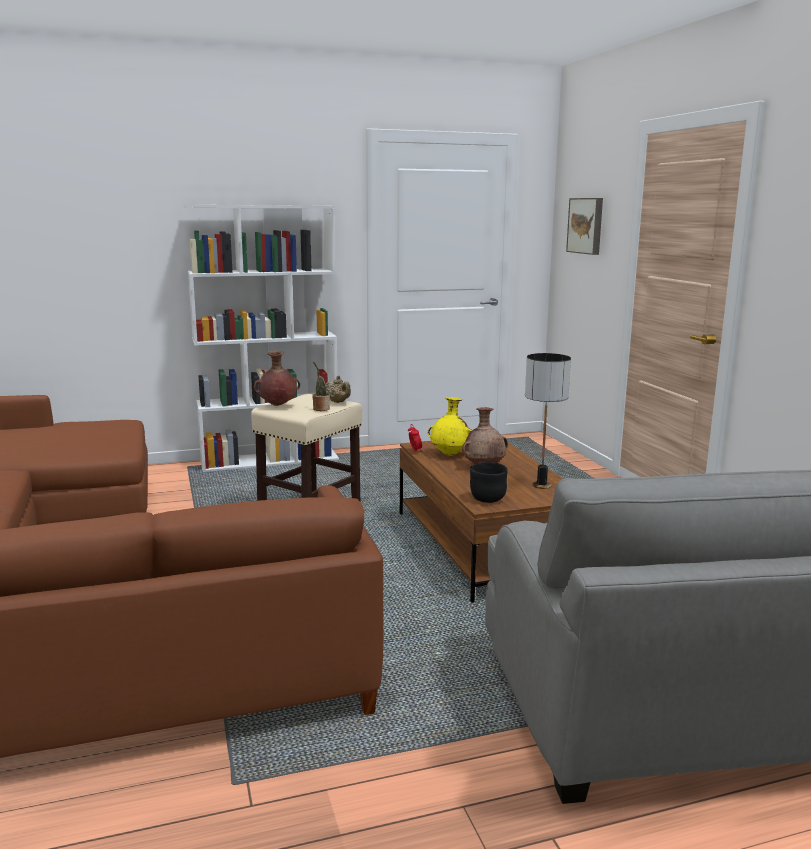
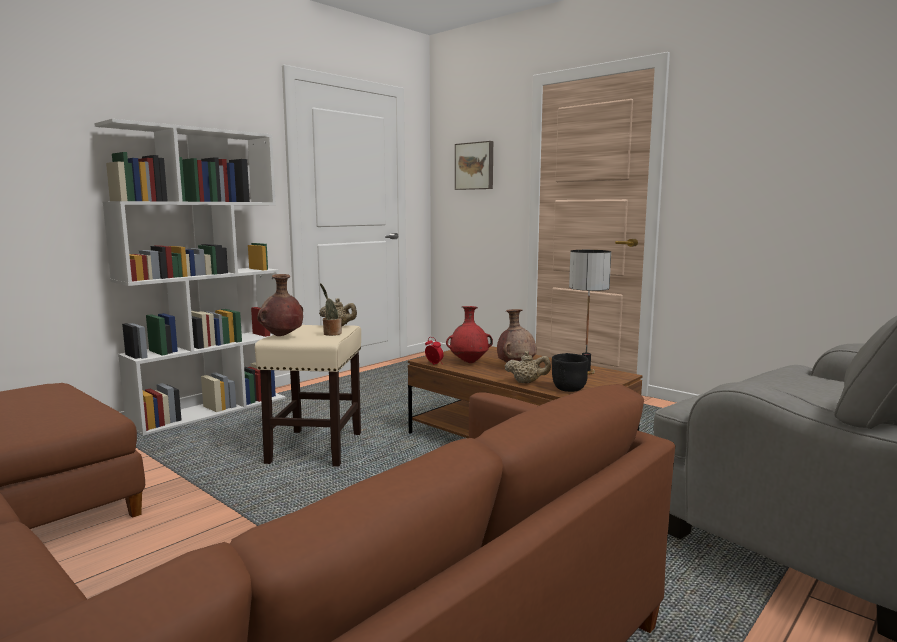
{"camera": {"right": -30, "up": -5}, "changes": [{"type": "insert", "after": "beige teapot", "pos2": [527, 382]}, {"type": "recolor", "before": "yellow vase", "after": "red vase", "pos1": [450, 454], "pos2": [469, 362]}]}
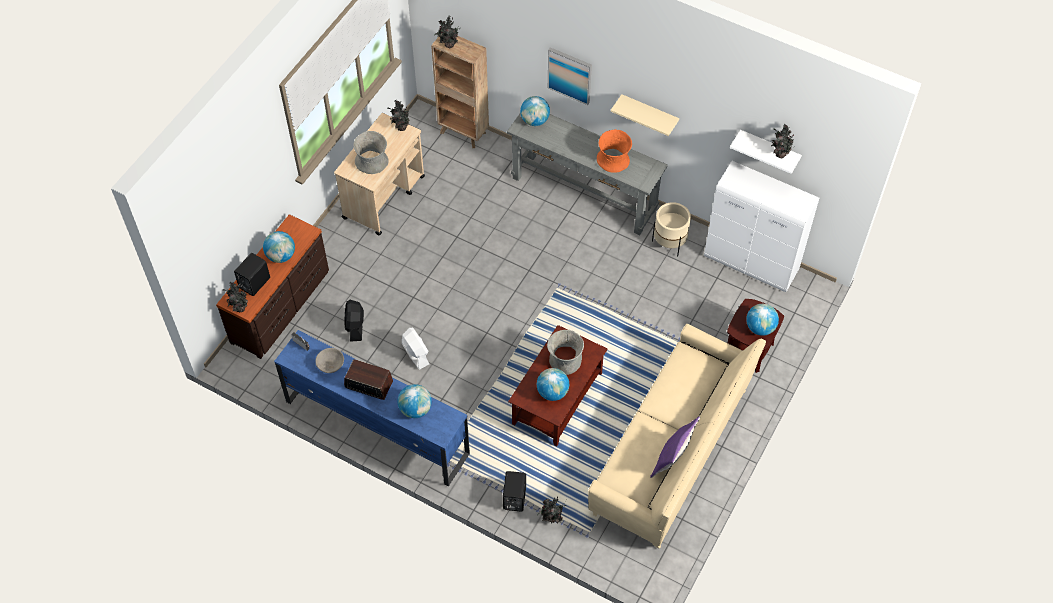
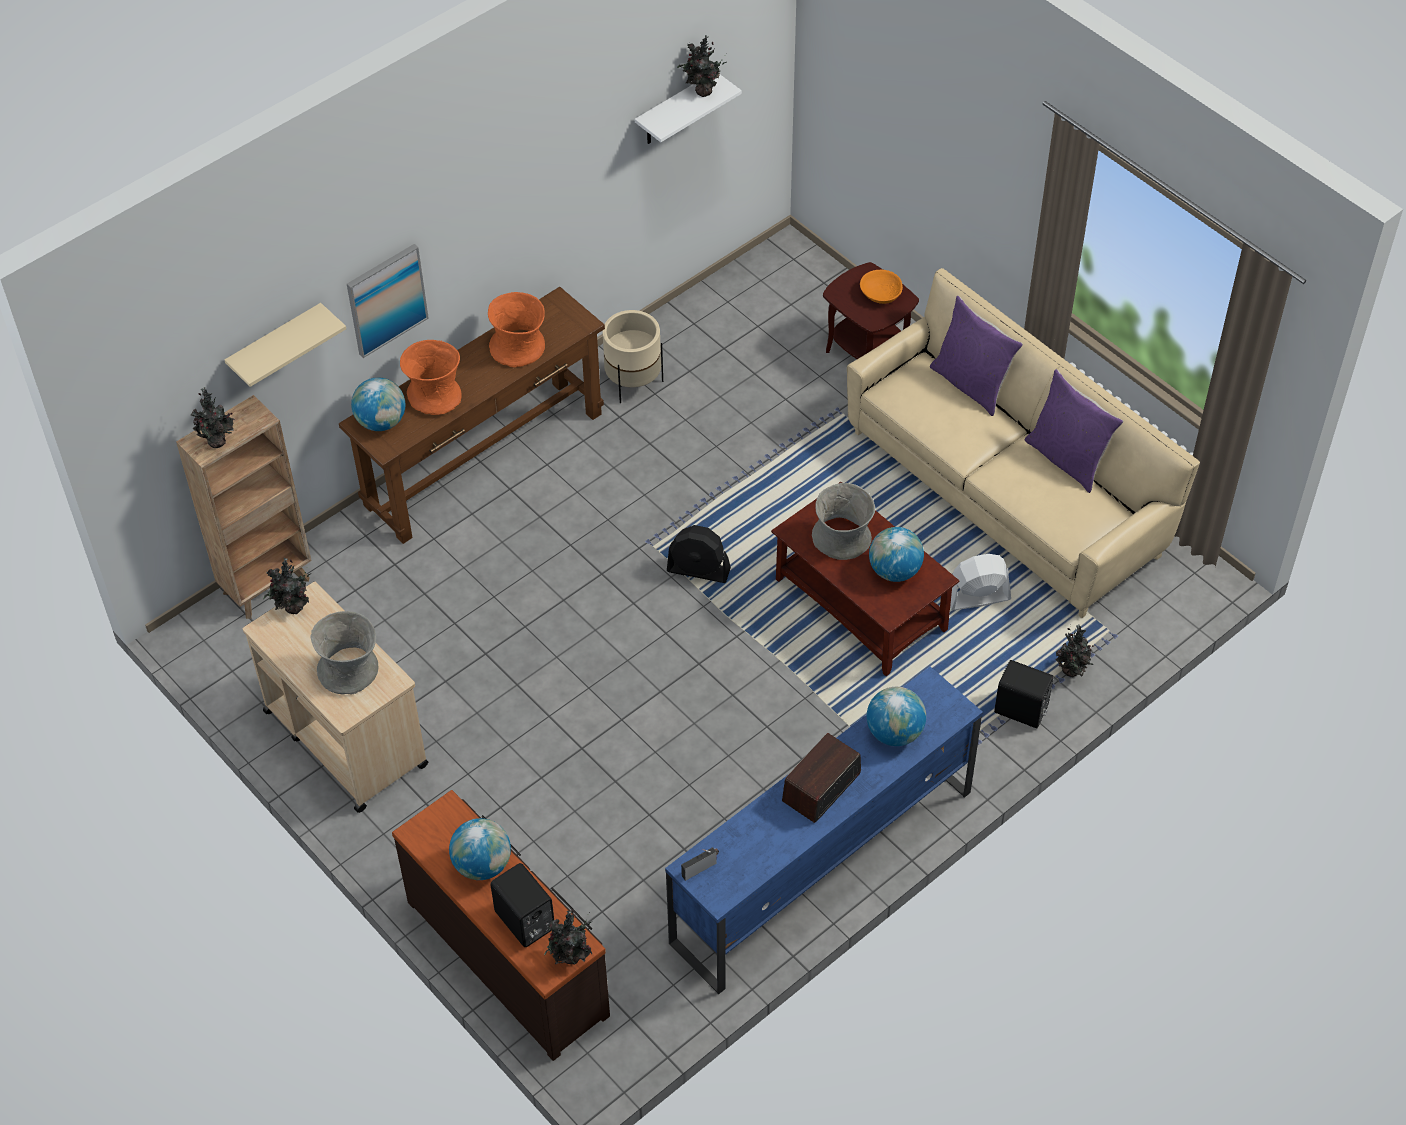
{"camera": {"right": -70, "up": -5}, "changes": [{"type": "delete", "before": "grey bowl", "pos1": [330, 364]}, {"type": "delete", "before": "white cabinet", "pos1": [752, 263]}, {"type": "insert", "after": "orange vase", "pos2": [435, 395]}, {"type": "insert", "after": "purple pillow", "pos2": [971, 384]}, {"type": "move", "before": "black fan", "pos1": [355, 326], "pos2": [698, 570]}, {"type": "move", "before": "white fan", "pos1": [415, 354], "pos2": [978, 597]}, {"type": "move", "before": "beige shelf", "pos1": [649, 114], "pos2": [276, 346]}, {"type": "replace", "before": "globe", "after": "orange bowl", "pos1": [760, 327], "pos2": [880, 293]}, {"type": "recolor", "before": "grey console table", "after": "brown console table", "pos1": [584, 193], "pos2": [484, 459]}]}
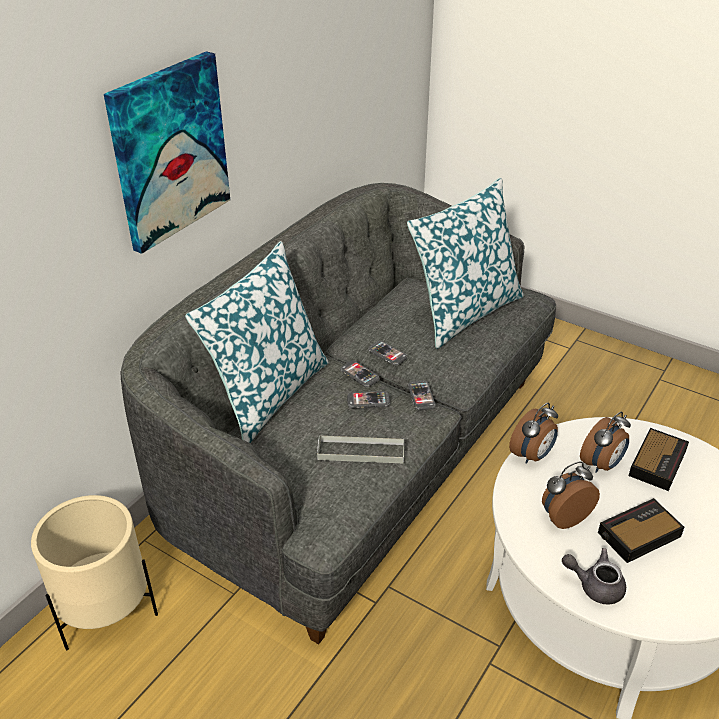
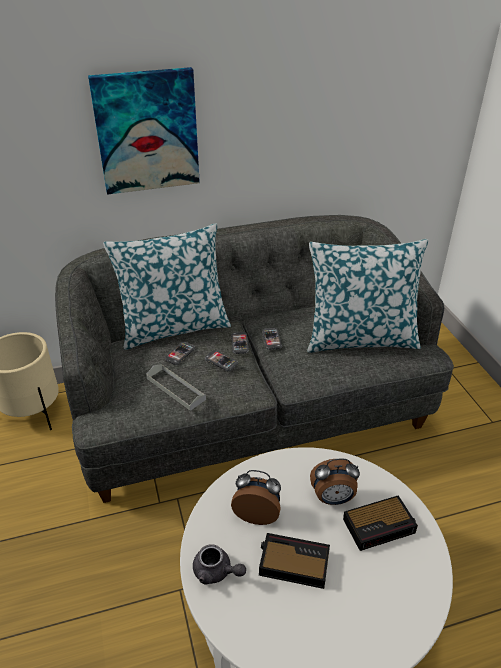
{"camera": {"right": 40, "up": 0}, "changes": [{"type": "delete", "before": "alarm clock", "pos1": [532, 455]}, {"type": "move", "before": "phone", "pos1": [421, 396], "pos2": [180, 354]}, {"type": "rotate", "before": "grey teapot", "pos1": [595, 585], "pos2": [216, 572], "turn": 150}]}
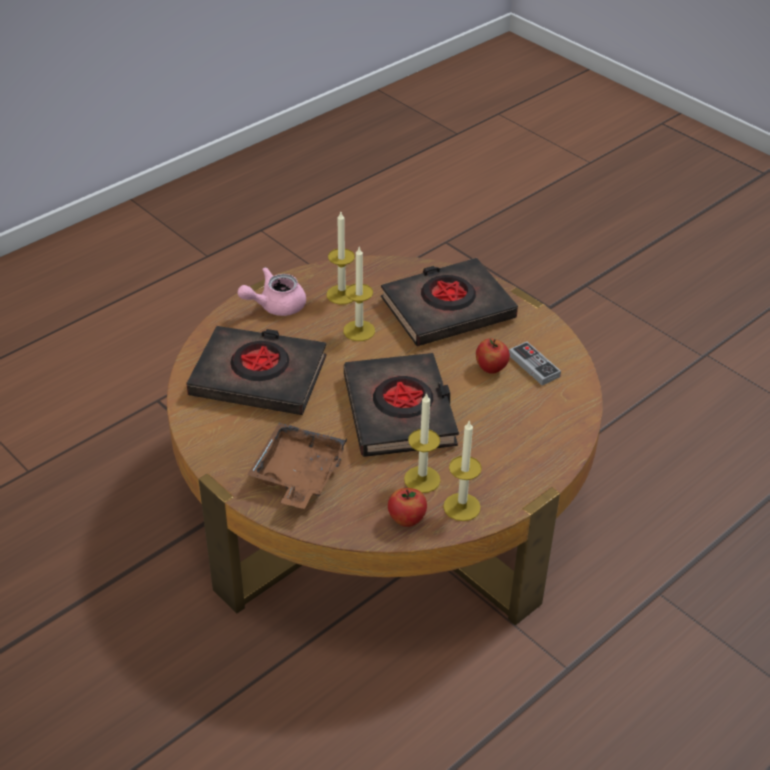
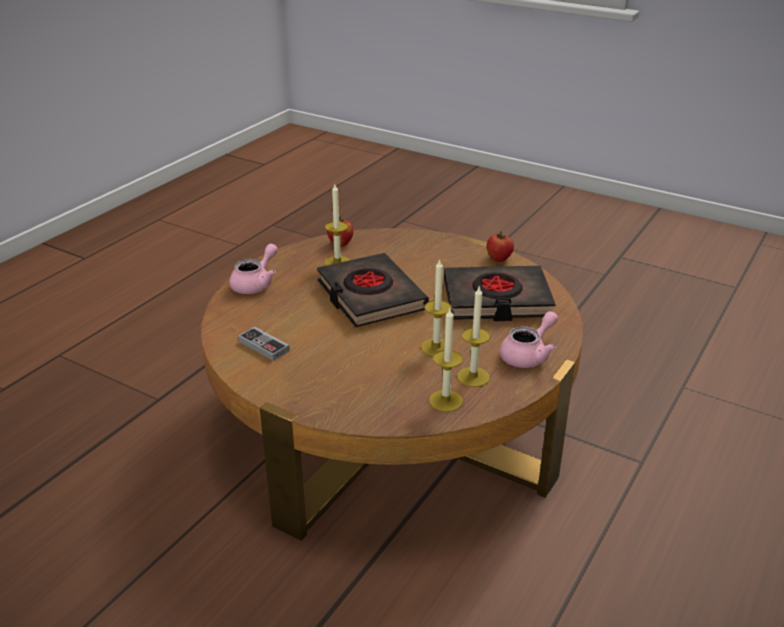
{"camera": {"right": 165, "up": -10}, "changes": [{"type": "delete", "before": "brown tray", "pos1": [298, 475]}, {"type": "delete", "before": "black book", "pos1": [447, 309]}, {"type": "insert", "after": "pink teapot", "pos2": [256, 284]}, {"type": "move", "before": "candle", "pos1": [462, 507], "pos2": [445, 401]}, {"type": "move", "before": "apple", "pos1": [491, 368], "pos2": [499, 259]}]}
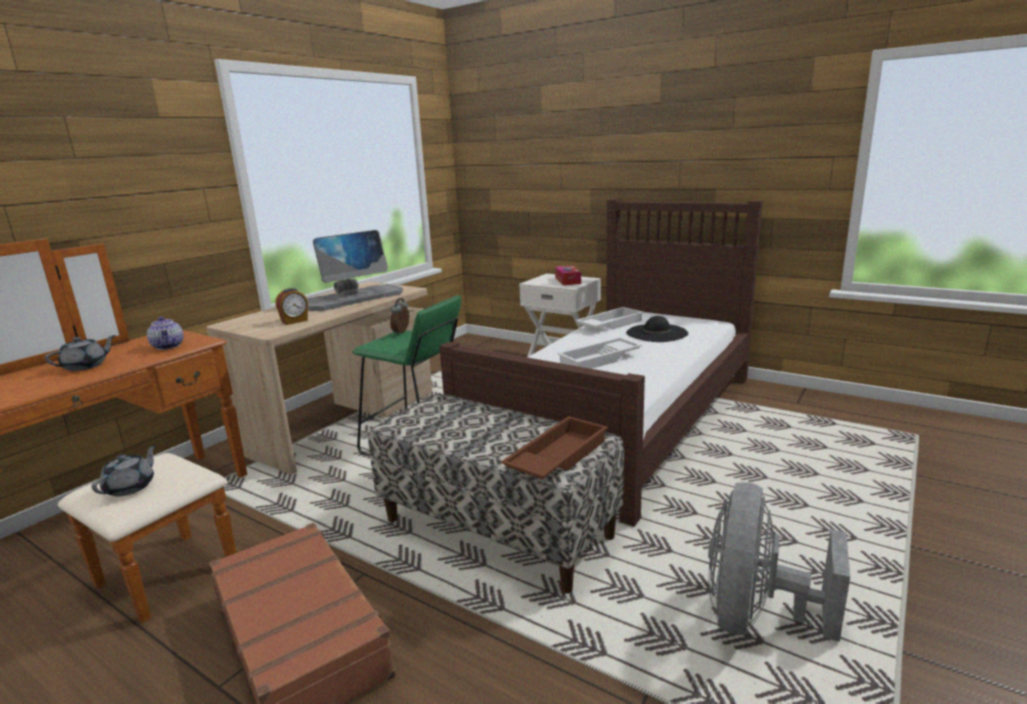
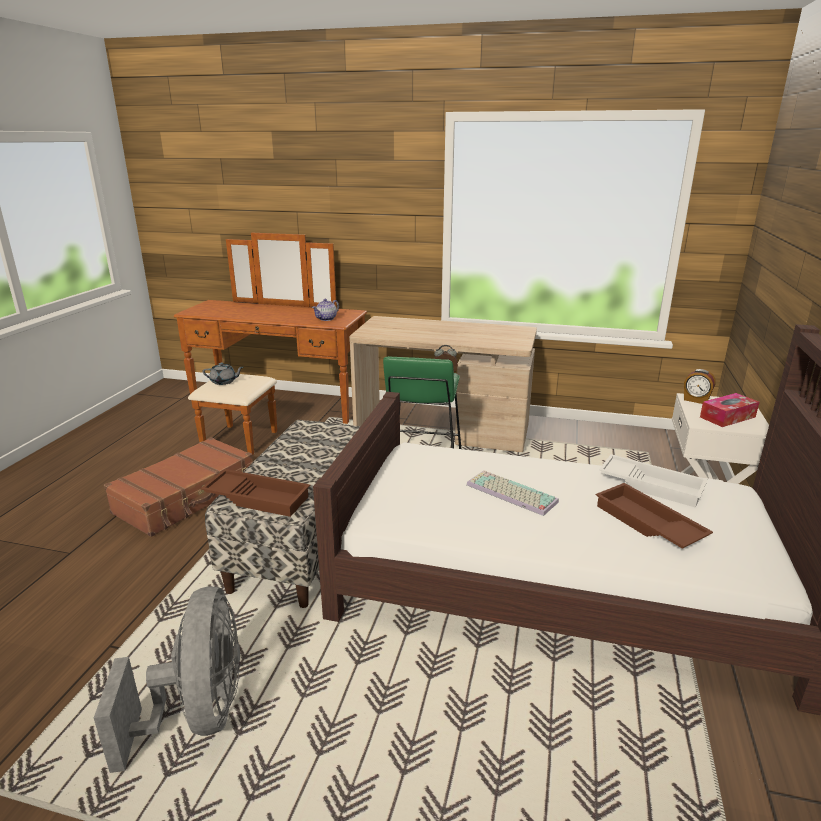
{"camera": {"right": 70, "up": 5}, "changes": [{"type": "delete", "before": "grey teapot", "pos1": [86, 366]}, {"type": "delete", "before": "monitor", "pos1": [354, 298]}, {"type": "move", "before": "alarm clock", "pos1": [295, 321], "pos2": [696, 400]}, {"type": "replace", "before": "white tray", "after": "keyboard", "pos1": [600, 360], "pos2": [509, 493]}, {"type": "replace", "before": "black hat", "after": "brown tray", "pos1": [656, 333], "pos2": [647, 524]}, {"type": "rotate", "before": "grey fan", "pos1": [756, 616], "pos2": [199, 714], "turn": 75}]}
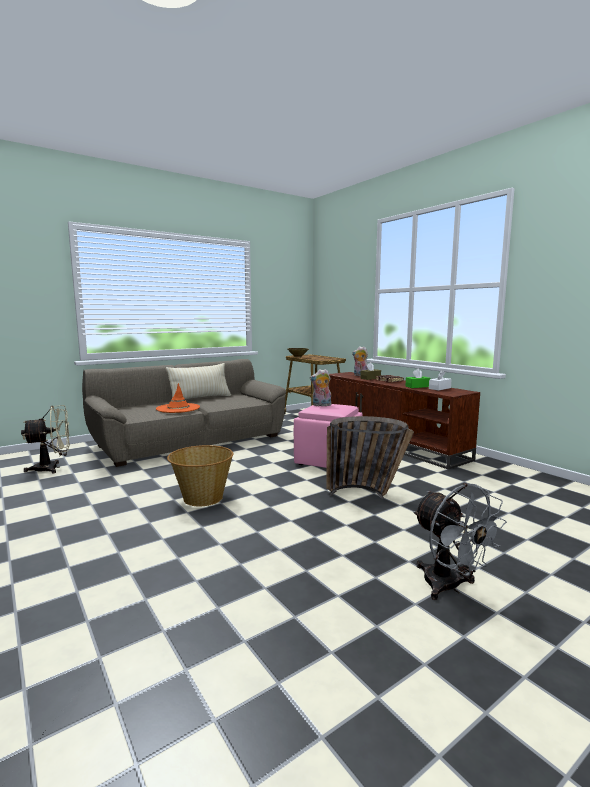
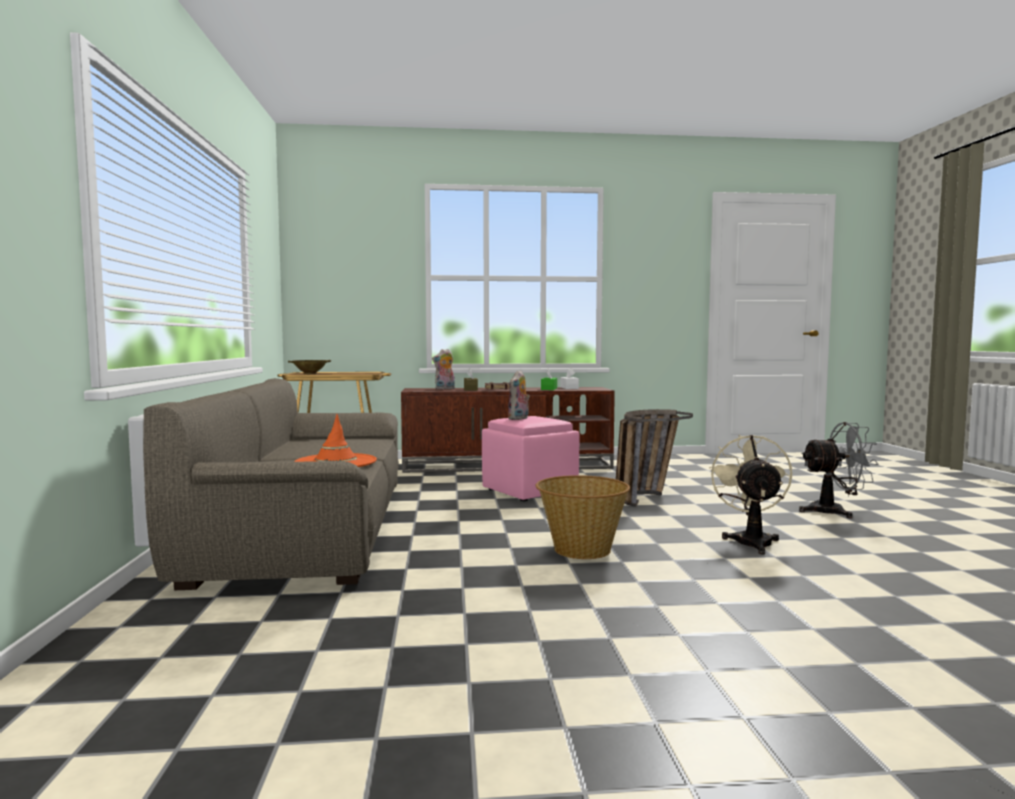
{"camera": {"right": -60, "up": -5}, "changes": [{"type": "delete", "before": "beige pillow", "pos1": [200, 398]}, {"type": "move", "before": "beige fan", "pos1": [52, 468], "pos2": [751, 540]}]}
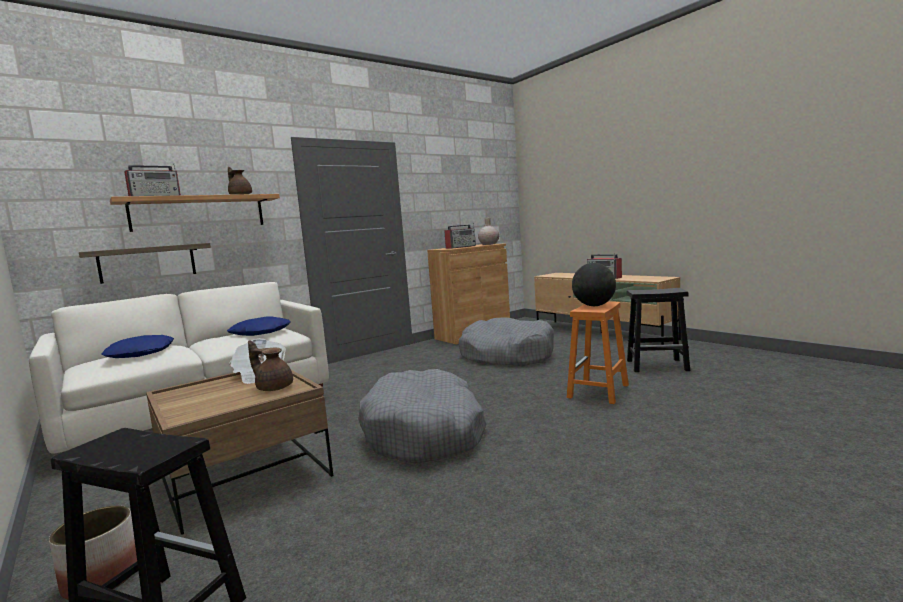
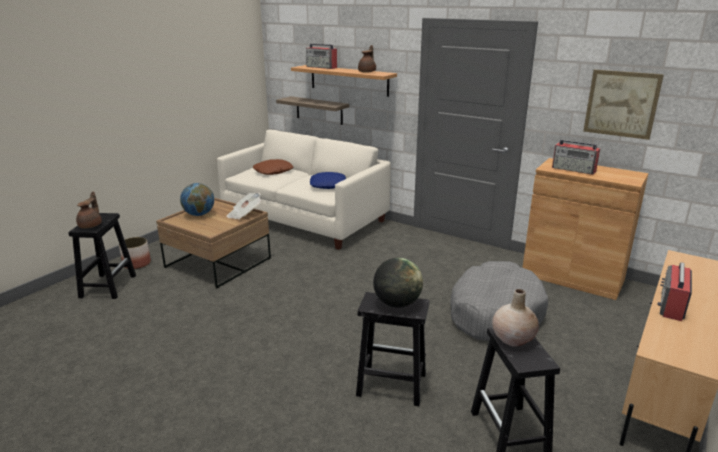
{"camera": {"right": 70, "up": 15}, "changes": [{"type": "delete", "before": "grey dog bed", "pos1": [425, 432]}, {"type": "insert", "after": "globe", "pos2": [199, 214]}, {"type": "insert", "after": "picture", "pos2": [621, 104]}, {"type": "move", "before": "brown teapot", "pos1": [274, 387], "pos2": [91, 225]}, {"type": "move", "before": "beige vase", "pos1": [489, 244], "pos2": [513, 338]}, {"type": "recolor", "before": "blue pillow", "after": "brown pillow", "pos1": [141, 353], "pos2": [273, 171]}, {"type": "recolor", "before": "orange stool", "after": "black stool", "pos1": [598, 391], "pos2": [390, 384]}]}
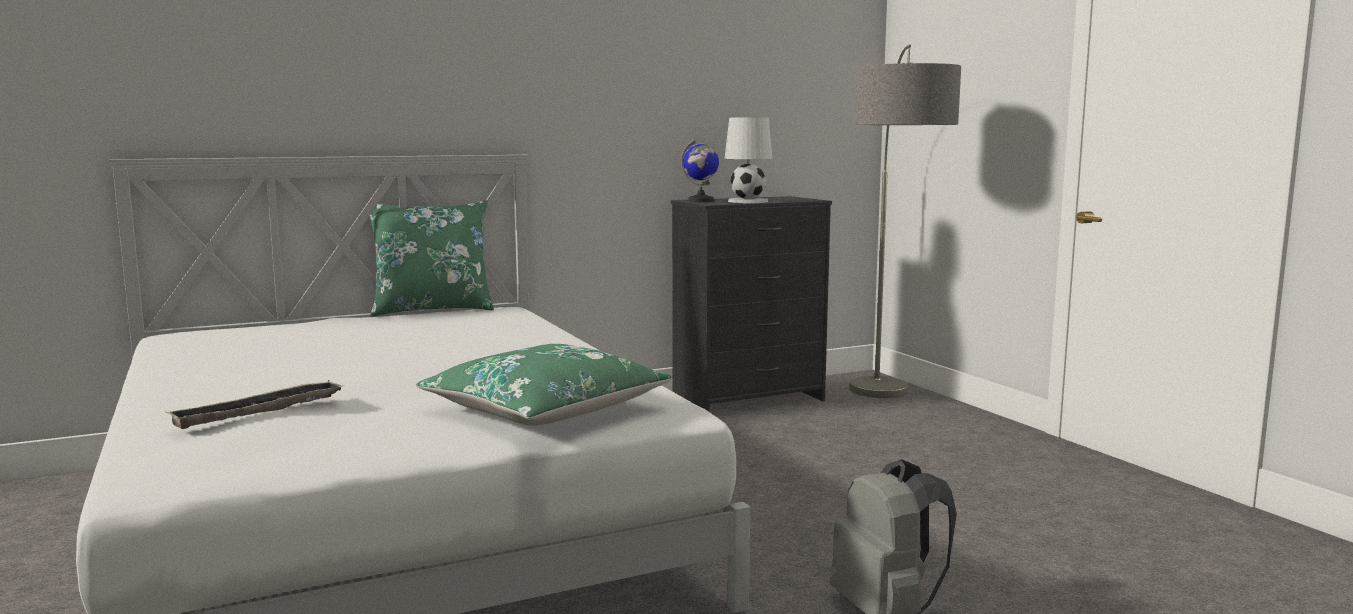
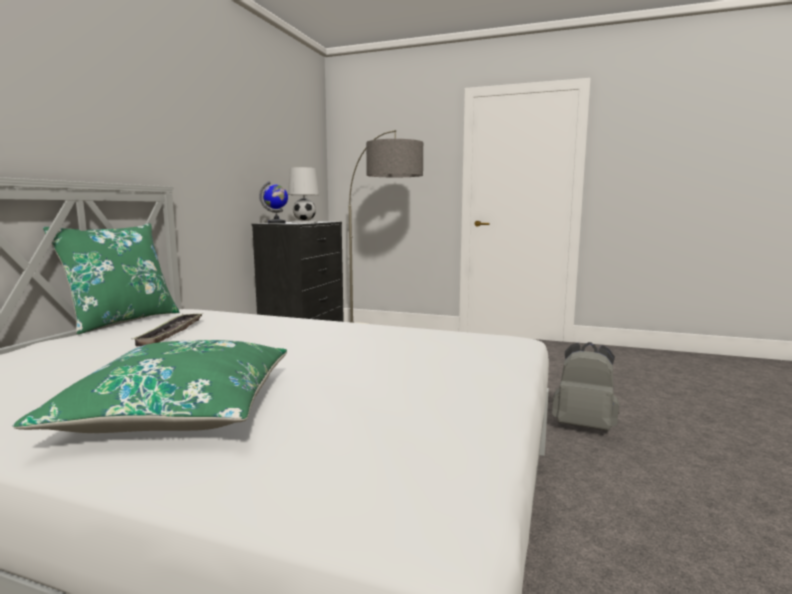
{"camera": {"right": -45, "up": 0}, "changes": [{"type": "move", "before": "tray", "pos1": [259, 412], "pos2": [171, 333]}, {"type": "move", "before": "green pillow", "pos1": [545, 409], "pos2": [179, 409]}]}
